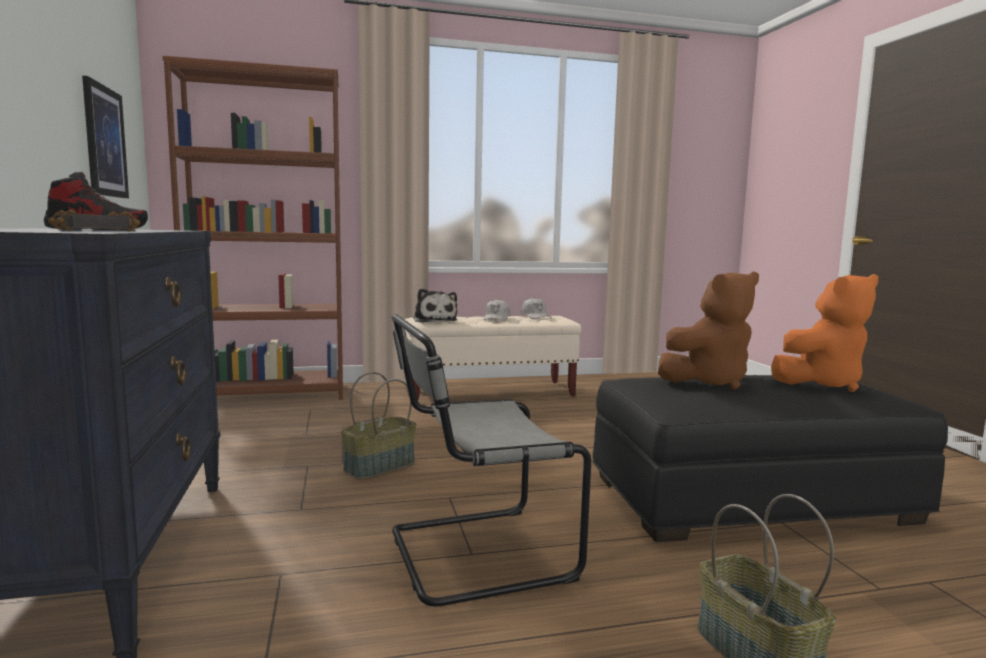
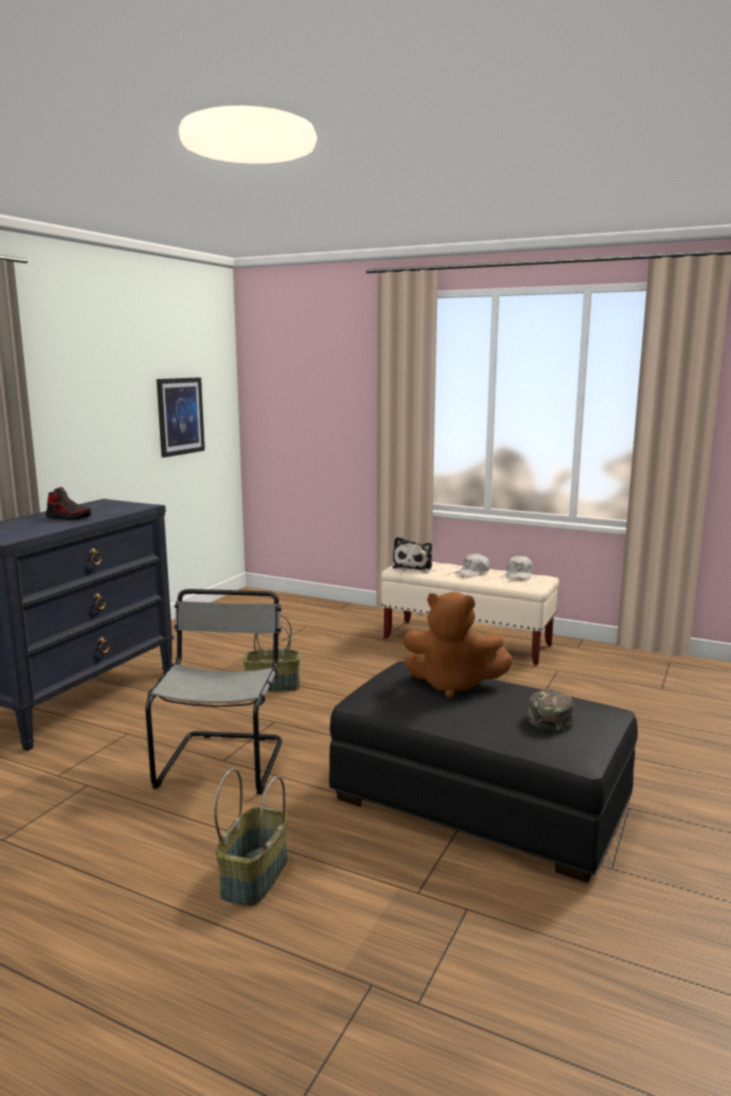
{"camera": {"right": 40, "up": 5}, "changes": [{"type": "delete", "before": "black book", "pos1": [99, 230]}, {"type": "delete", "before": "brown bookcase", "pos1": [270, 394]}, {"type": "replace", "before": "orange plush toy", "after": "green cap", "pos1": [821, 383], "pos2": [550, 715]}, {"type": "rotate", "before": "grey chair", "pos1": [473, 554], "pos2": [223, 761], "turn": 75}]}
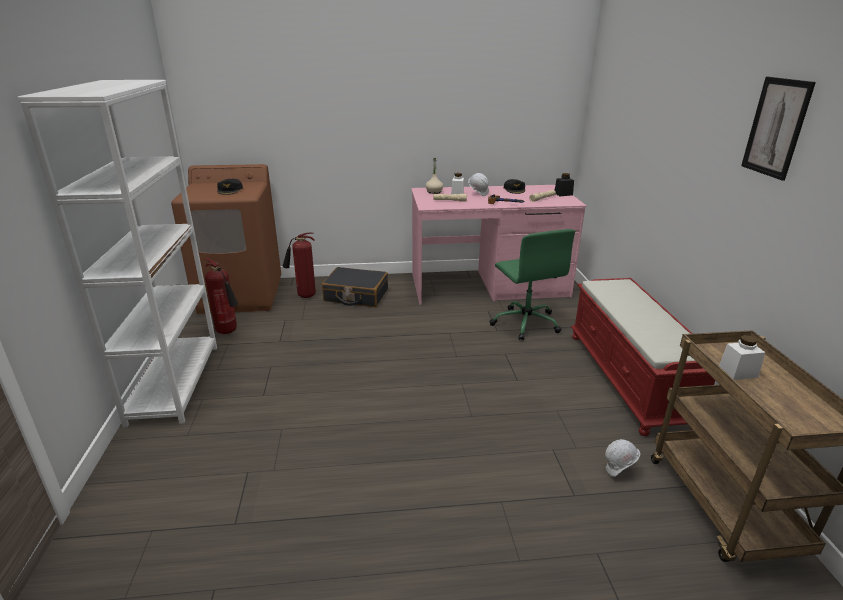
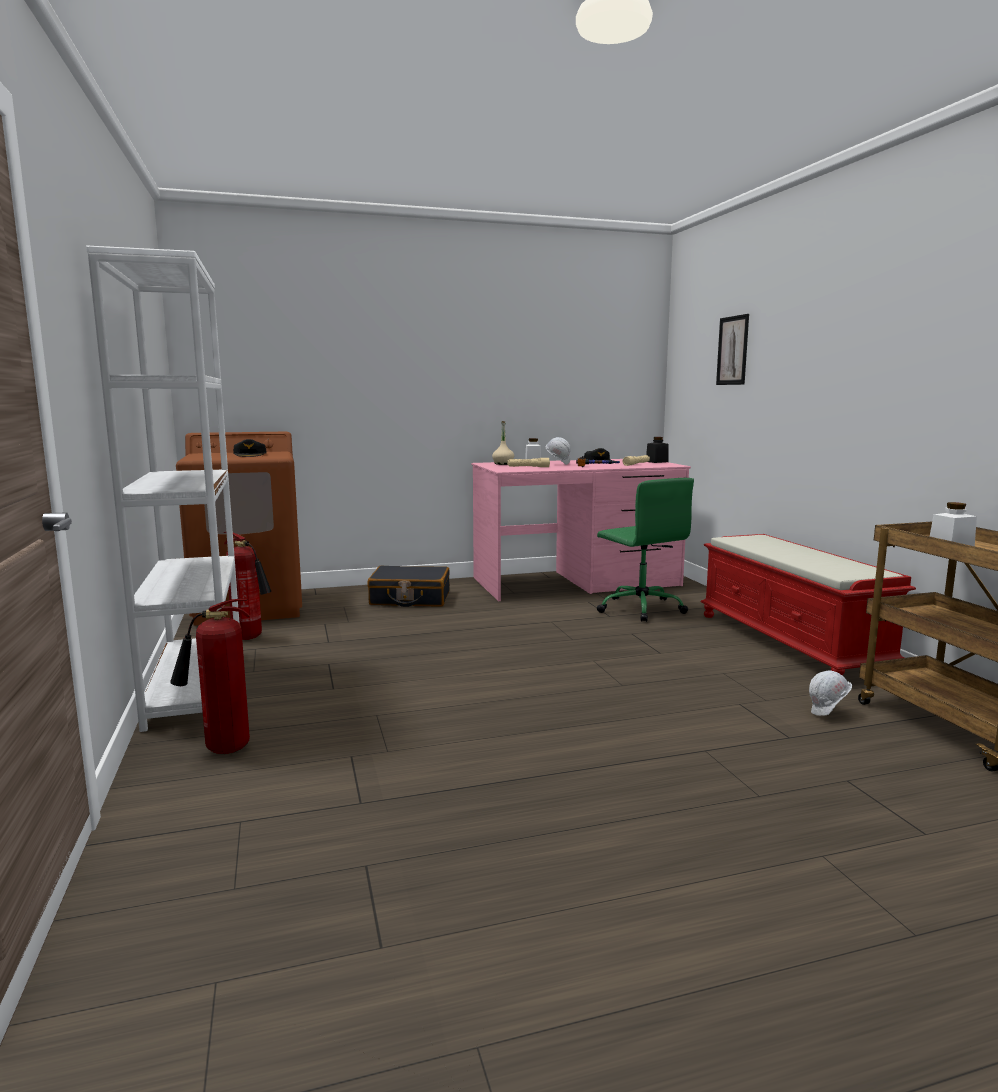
{"camera": {"right": -10, "up": -15}, "changes": [{"type": "move", "before": "fire extinguisher", "pos1": [304, 296], "pos2": [222, 750]}, {"type": "move", "before": "picture", "pos1": [776, 127], "pos2": [732, 350]}]}
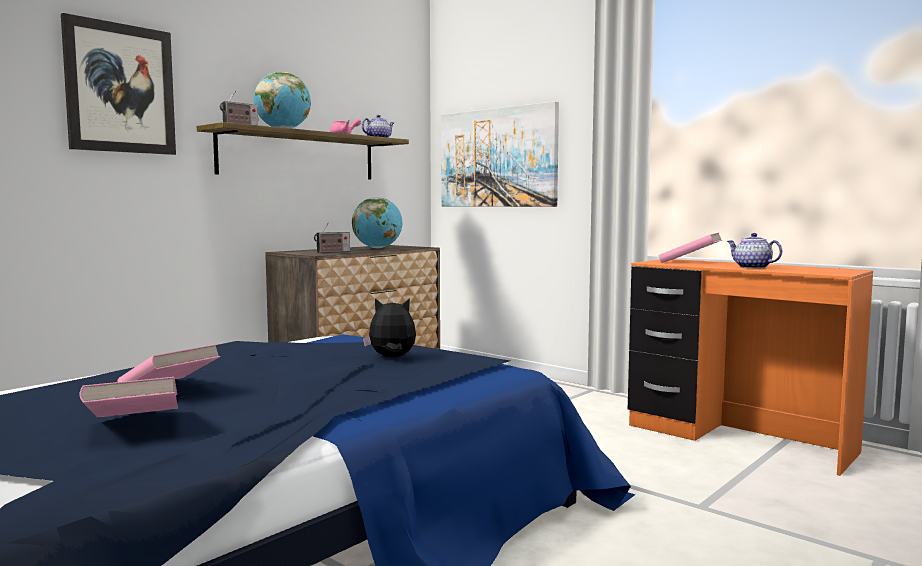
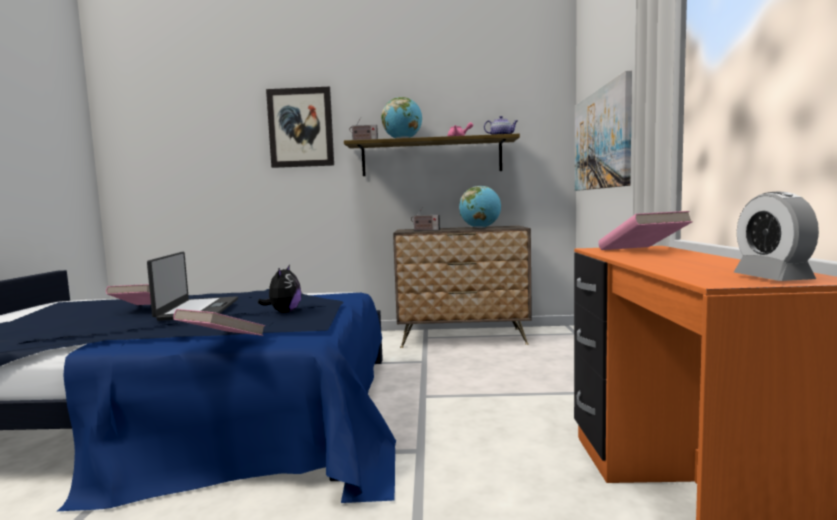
{"camera": {"right": 50, "up": 0}, "changes": [{"type": "delete", "before": "teapot", "pos1": [751, 267]}, {"type": "insert", "after": "laptop", "pos2": [197, 309]}, {"type": "insert", "after": "alarm clock", "pos2": [772, 278]}, {"type": "move", "before": "pink book", "pos1": [134, 425], "pos2": [222, 340]}, {"type": "rotate", "before": "plush toy", "pos1": [392, 358], "pos2": [284, 312], "turn": 45}]}
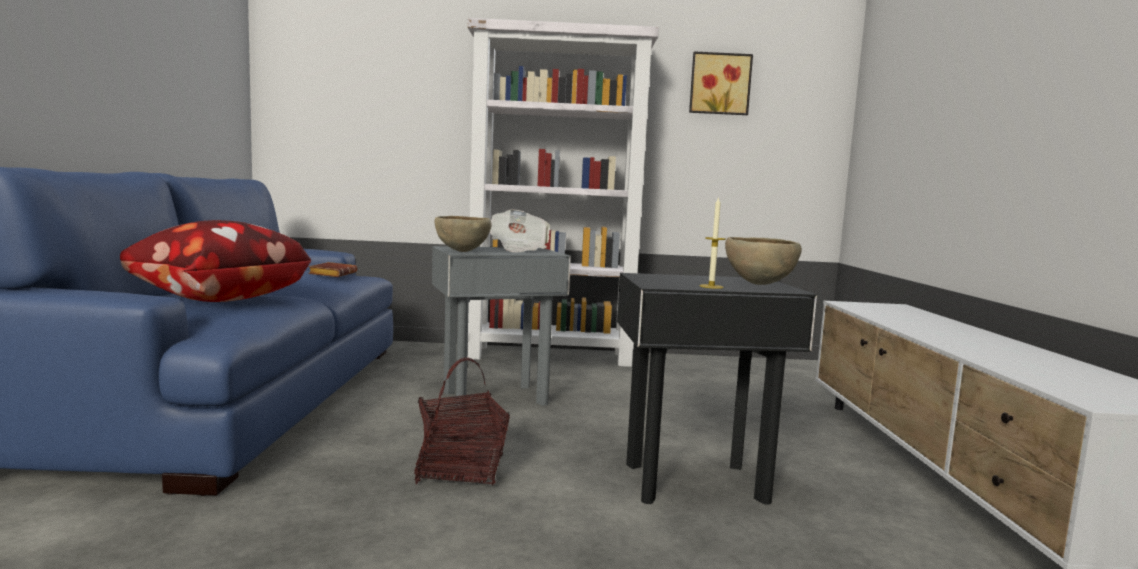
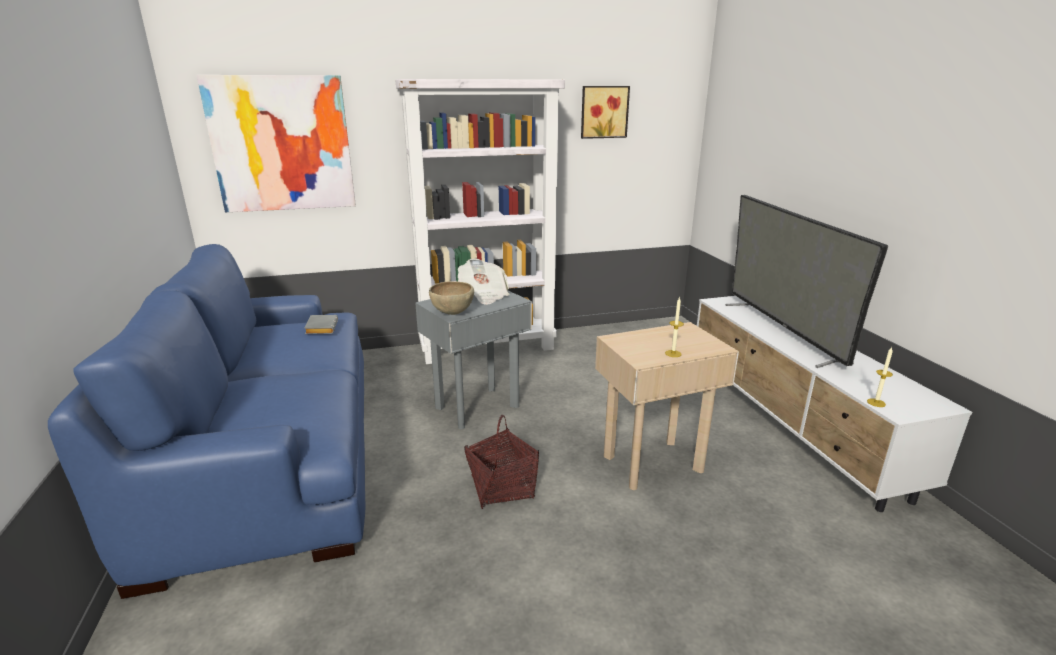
{"camera": {"right": -15, "up": 15}, "changes": [{"type": "delete", "before": "pillow", "pos1": [217, 299]}, {"type": "delete", "before": "brown bowl", "pos1": [758, 284]}, {"type": "insert", "after": "picture", "pos2": [282, 144]}, {"type": "insert", "after": "television", "pos2": [782, 331]}, {"type": "insert", "after": "candle", "pos2": [876, 402]}, {"type": "recolor", "before": "brown book", "after": "grey book", "pos1": [332, 274], "pos2": [321, 328]}, {"type": "recolor", "before": "black side table", "after": "beige side table", "pos1": [695, 483], "pos2": [653, 464]}]}
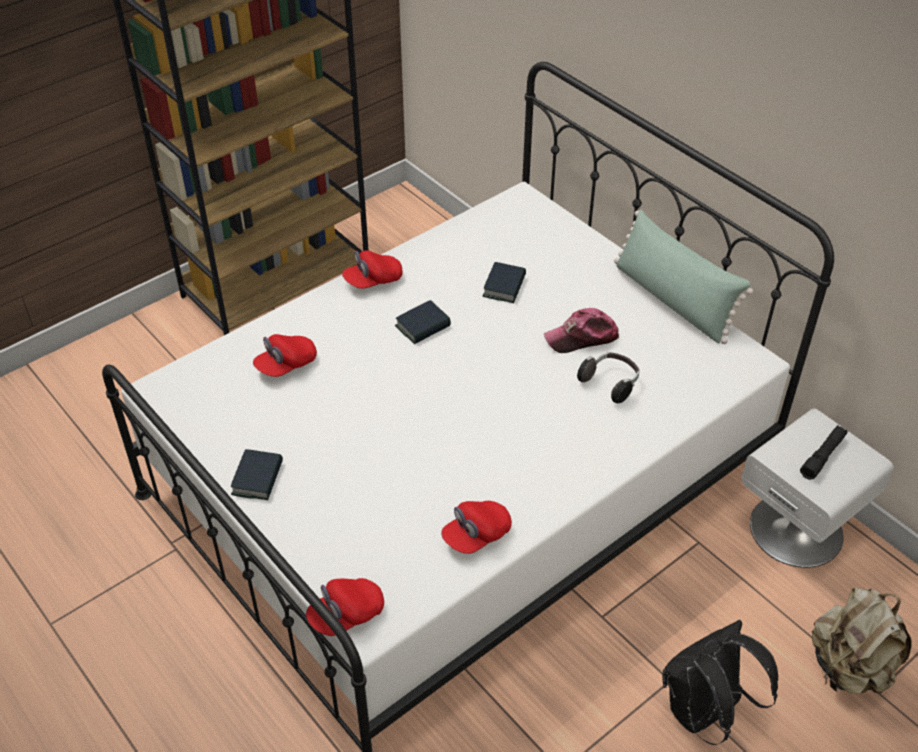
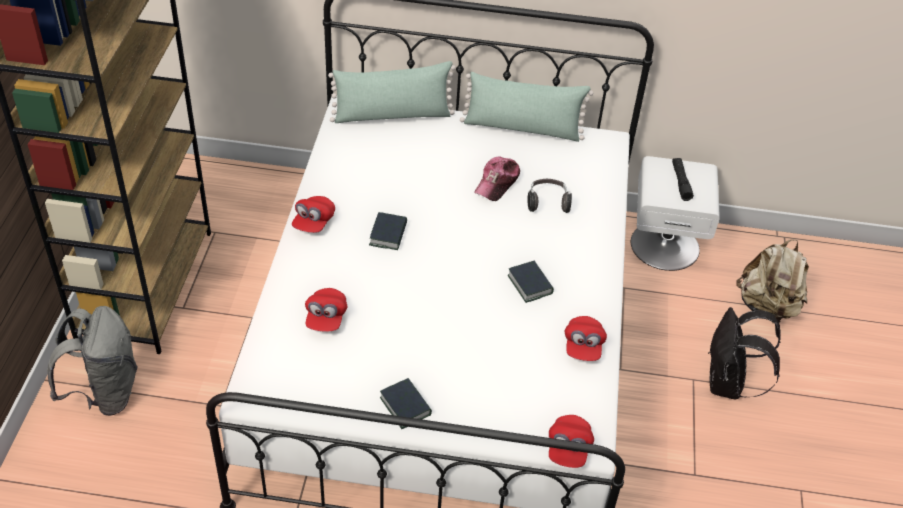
{"camera": {"right": -45, "up": 0}, "changes": [{"type": "insert", "after": "grey backpack", "pos2": [105, 393]}, {"type": "insert", "after": "green pillow", "pos2": [392, 115]}, {"type": "move", "before": "book", "pos1": [504, 286], "pos2": [530, 284]}]}
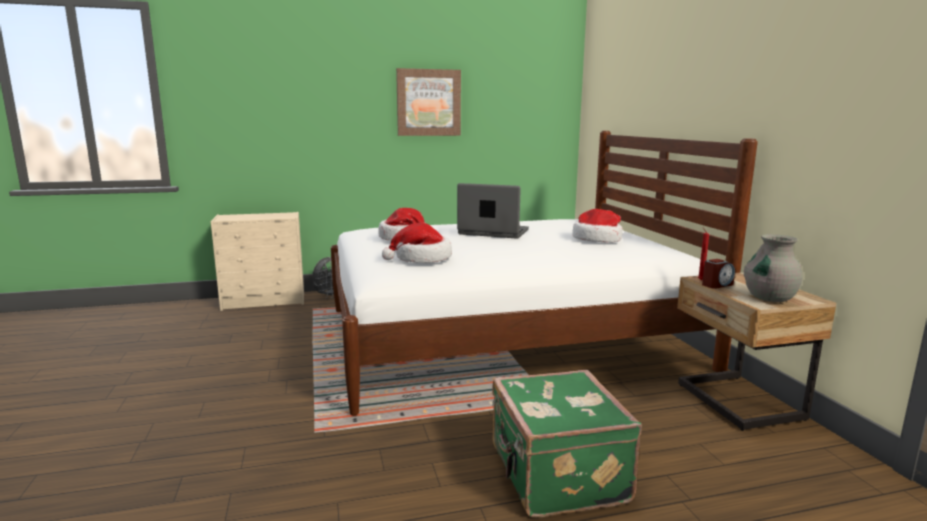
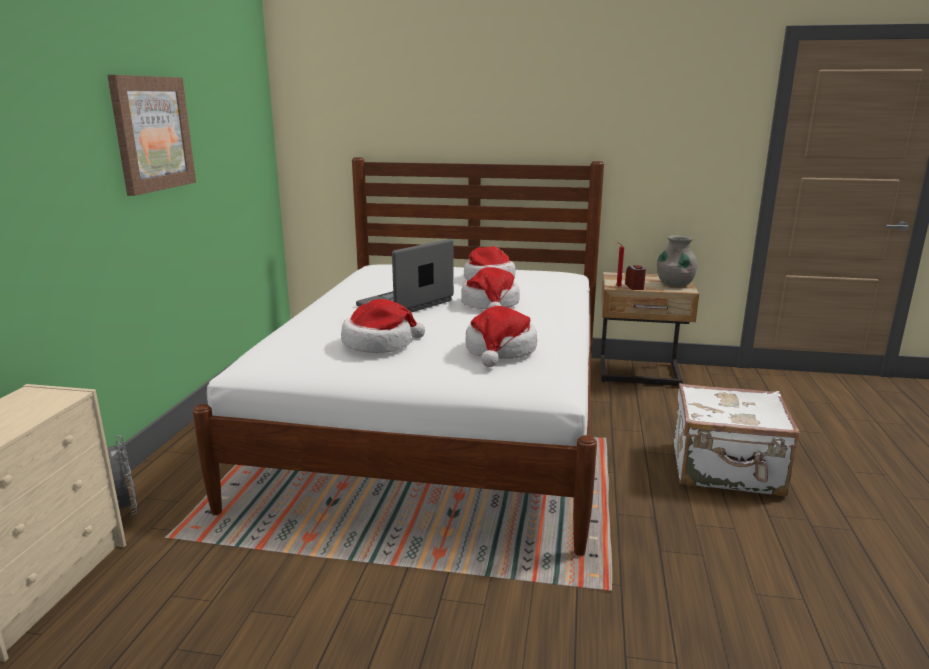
{"camera": {"right": -65, "up": 5}, "changes": [{"type": "insert", "after": "hat", "pos2": [490, 304]}, {"type": "recolor", "before": "green suitcase", "after": "white suitcase", "pos1": [555, 475], "pos2": [726, 471]}]}
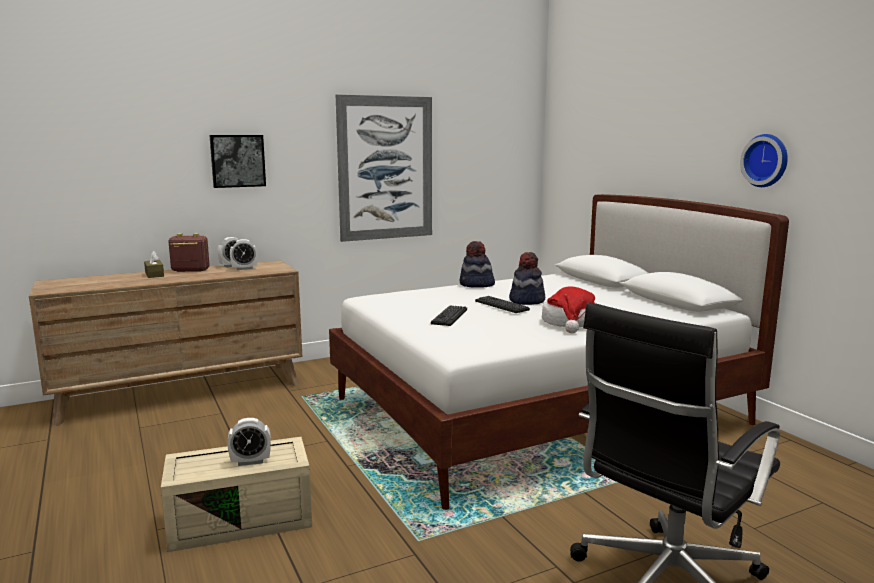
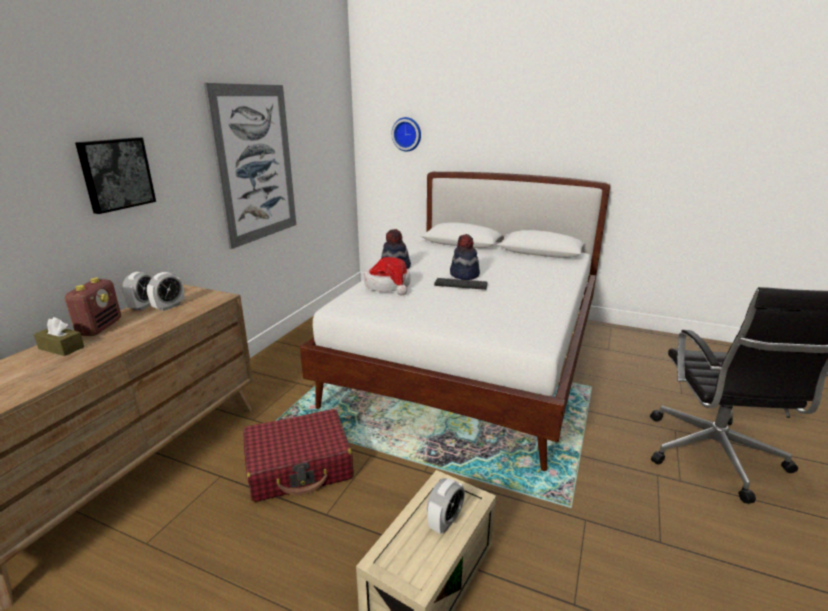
{"camera": {"right": -40, "up": 10}, "changes": [{"type": "delete", "before": "keyboard", "pos1": [449, 316]}, {"type": "insert", "after": "red suitcase", "pos2": [299, 466]}, {"type": "move", "before": "hat", "pos1": [570, 323], "pos2": [388, 286]}, {"type": "move", "before": "wall clock", "pos1": [766, 160], "pos2": [407, 134]}, {"type": "rotate", "before": "radio", "pos1": [190, 270], "pos2": [100, 327], "turn": 135}]}
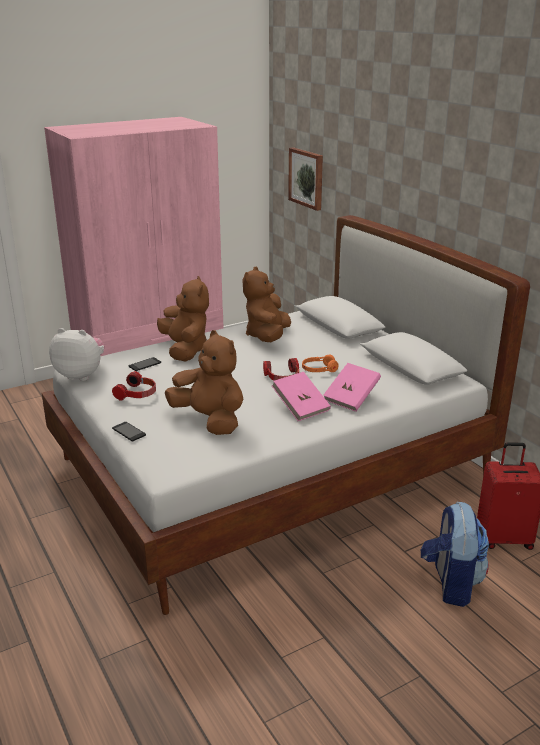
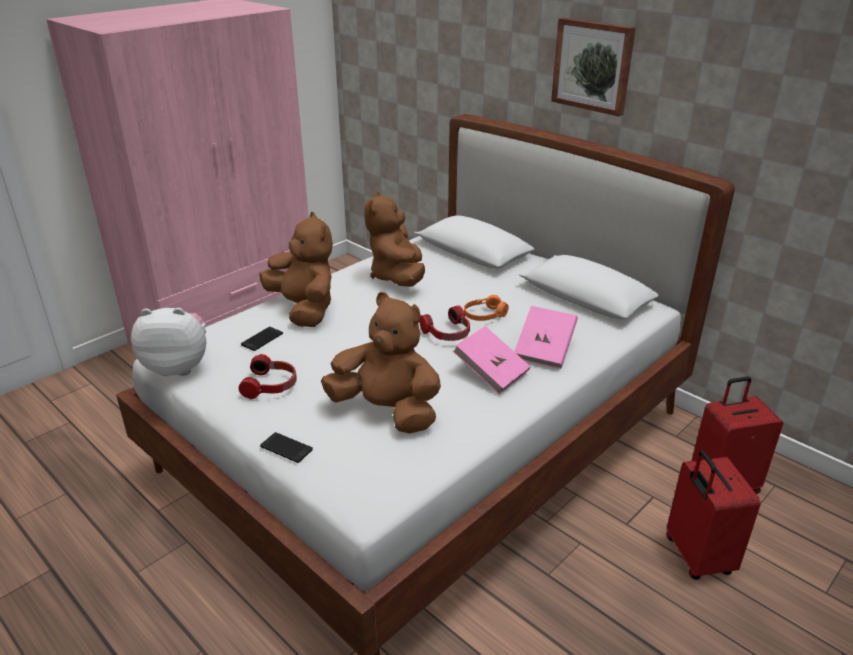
{"camera": {"right": -15, "up": 5}, "changes": [{"type": "move", "before": "picture", "pos1": [307, 178], "pos2": [593, 65]}, {"type": "replace", "before": "backpack", "after": "red suitcase", "pos1": [451, 583], "pos2": [696, 557]}]}
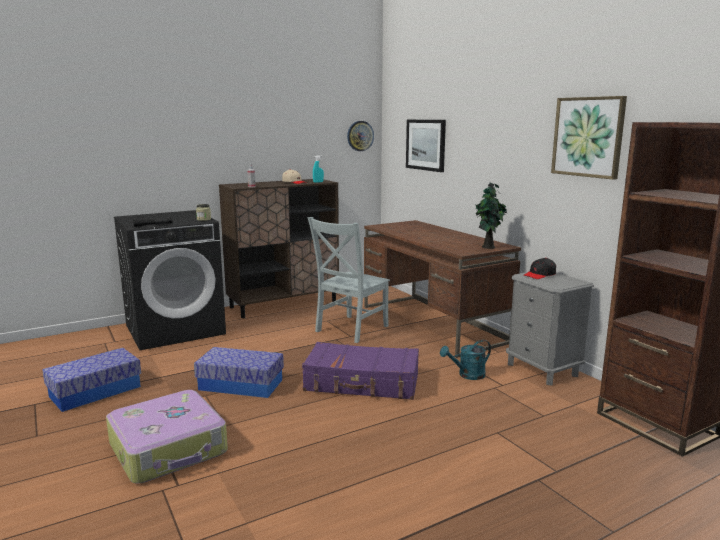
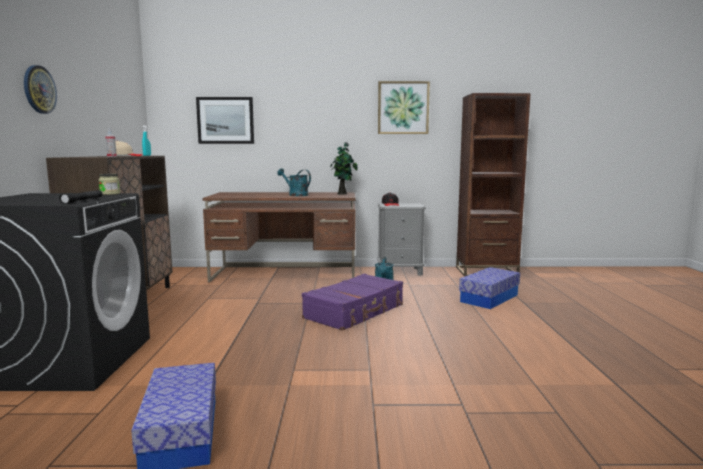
{"camera": {"right": -60, "up": -5}, "changes": [{"type": "delete", "before": "suitcase", "pos1": [169, 449]}, {"type": "delete", "before": "grey chair", "pos1": [350, 329]}, {"type": "insert", "after": "turquoise watering can", "pos2": [295, 195]}, {"type": "move", "before": "storage box", "pos1": [240, 385], "pos2": [489, 298]}, {"type": "move", "before": "wall clock", "pos1": [360, 136], "pos2": [39, 89]}]}
